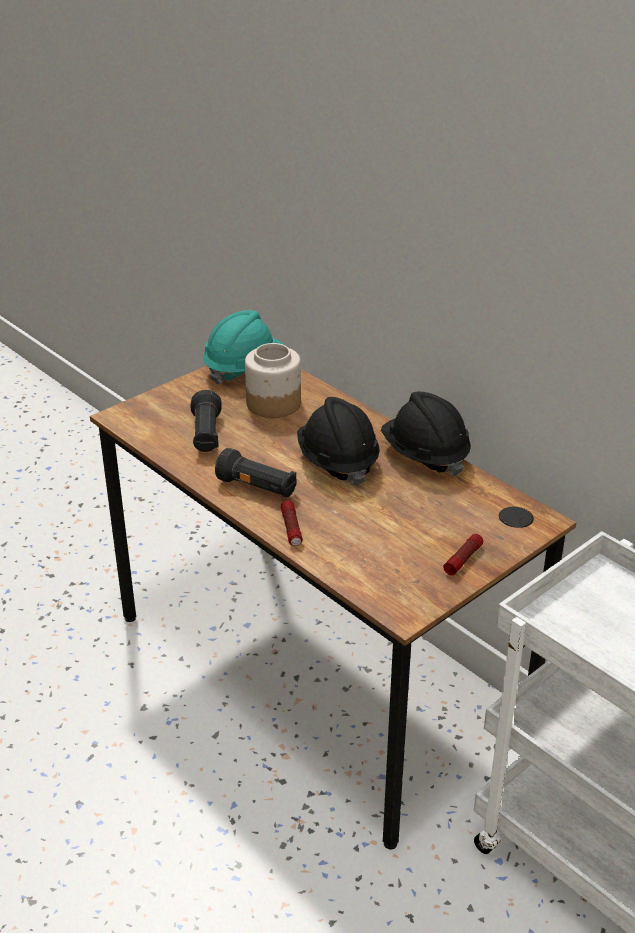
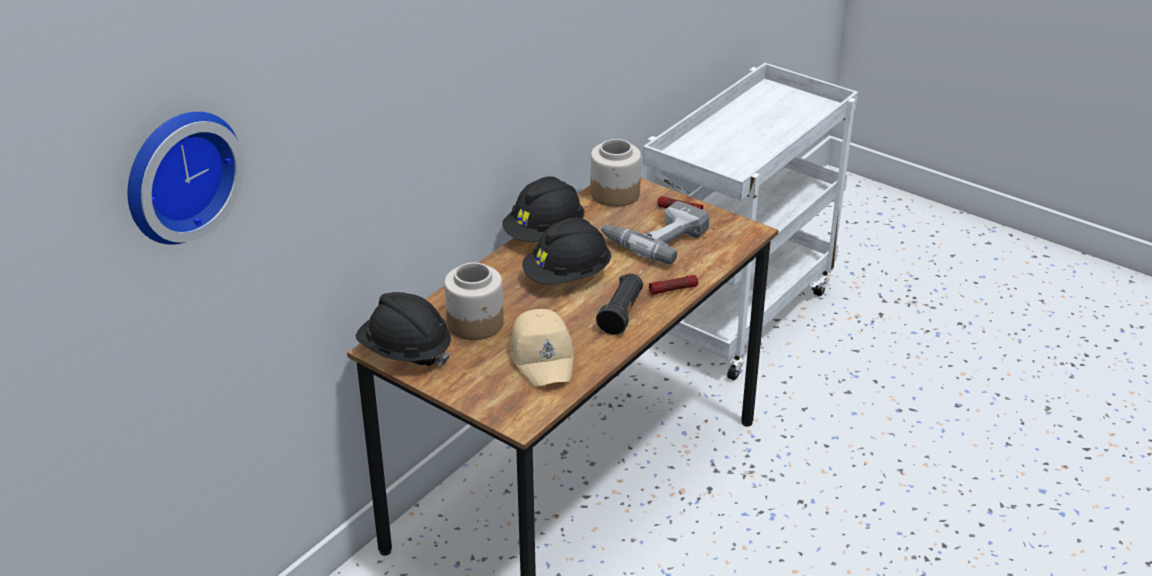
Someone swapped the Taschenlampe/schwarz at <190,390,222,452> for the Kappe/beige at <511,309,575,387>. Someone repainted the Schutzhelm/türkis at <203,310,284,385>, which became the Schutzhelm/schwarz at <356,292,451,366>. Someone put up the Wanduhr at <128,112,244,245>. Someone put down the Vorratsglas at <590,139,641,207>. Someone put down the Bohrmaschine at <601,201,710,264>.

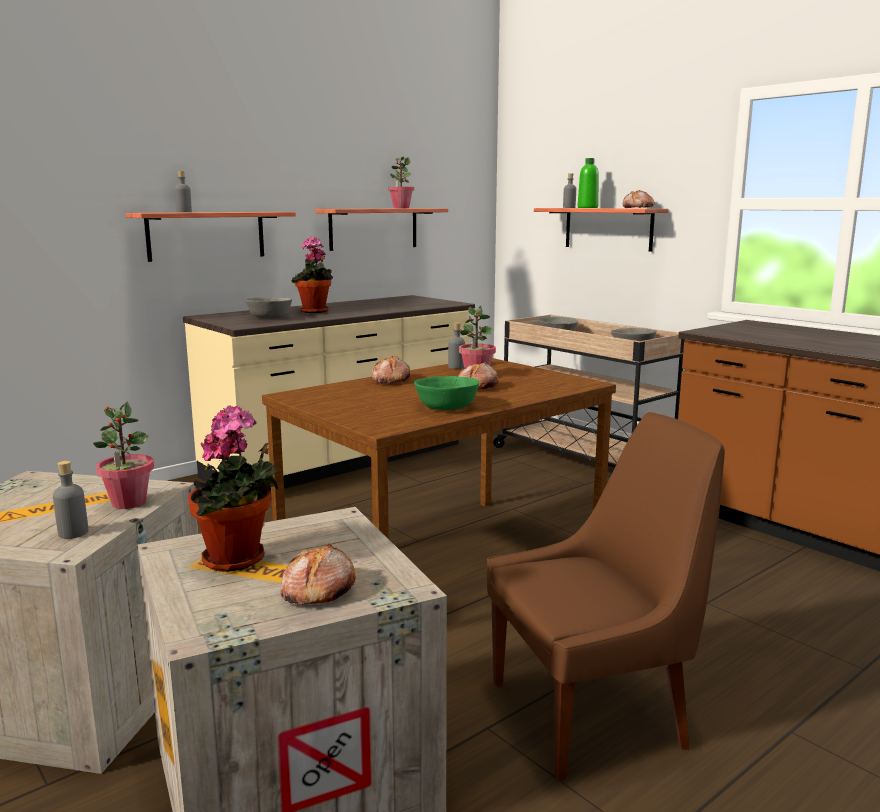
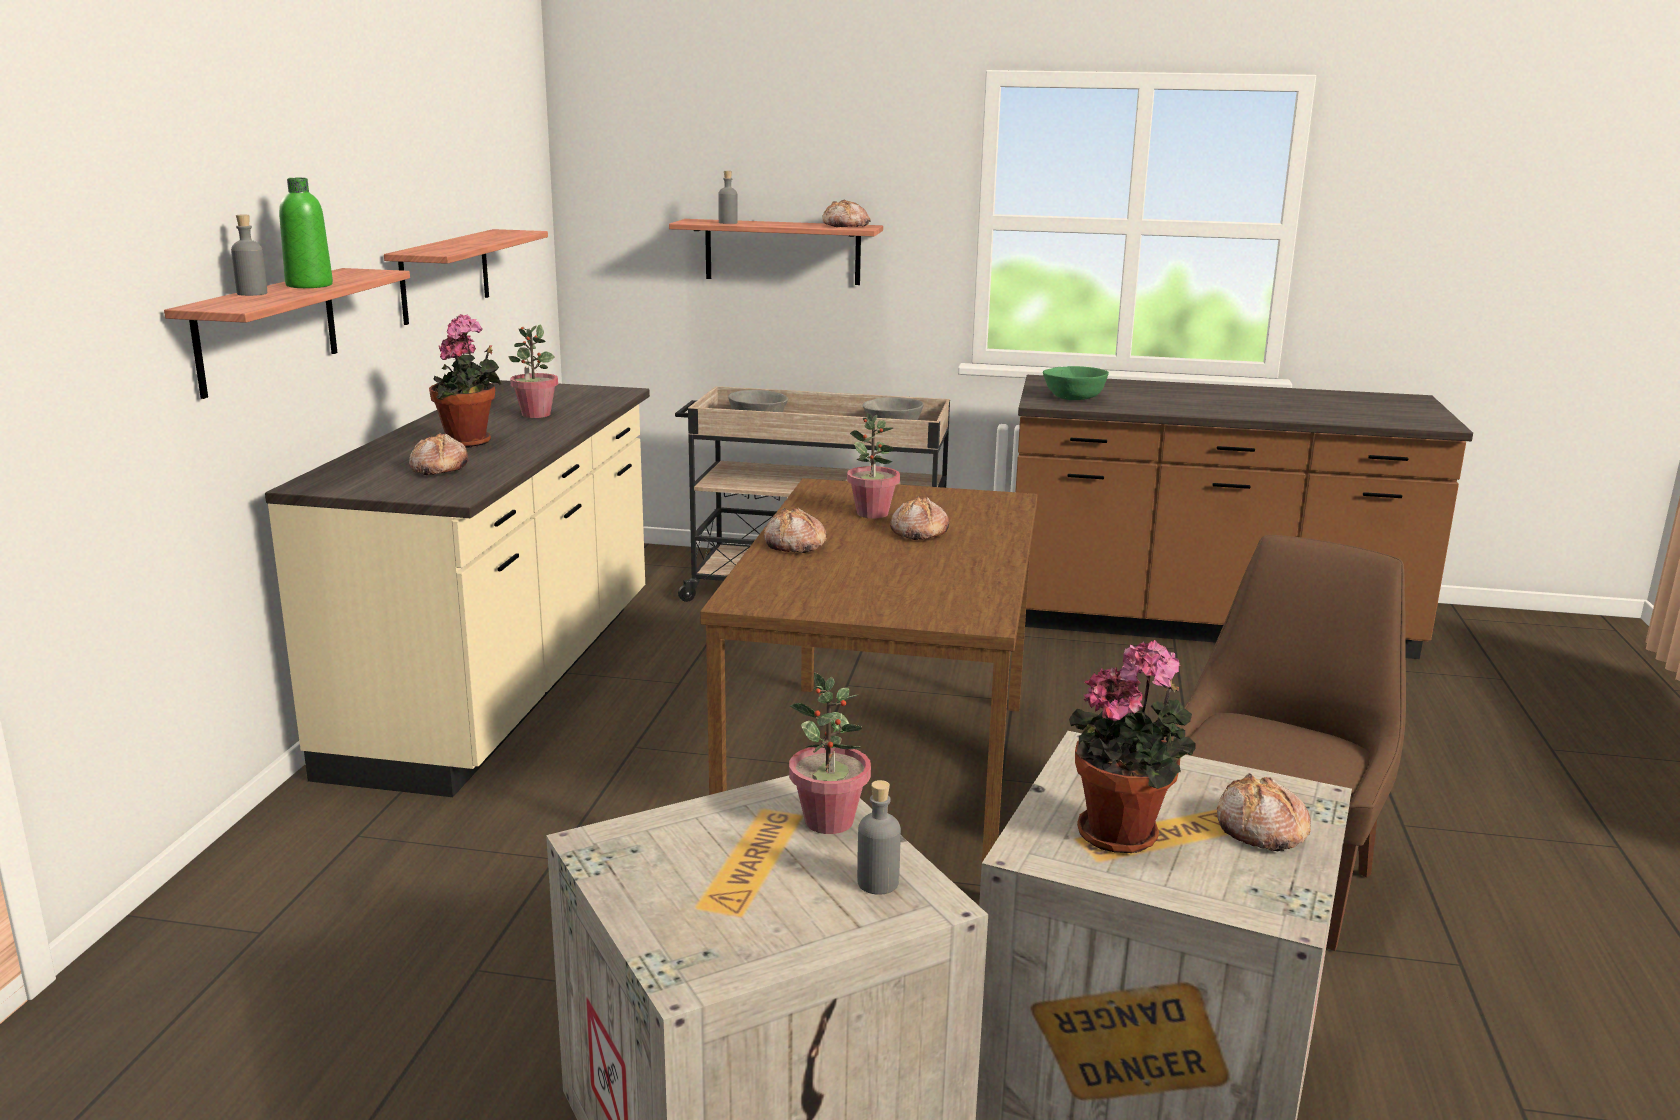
Someone swapped the Schüssel/grau at <245,297,292,319> for the Brot at <409,433,468,475>. Someone carried the Topfpflanze from <388,157,414,208> to <508,324,558,418>. Someone carried the Schüssel/grün from <414,376,479,410> to <1043,366,1109,400>. Someone took away the Flasche/grau at <448,323,465,369>. Someone carried the Flasche/grün from <578,158,599,208> to <279,178,333,288>.

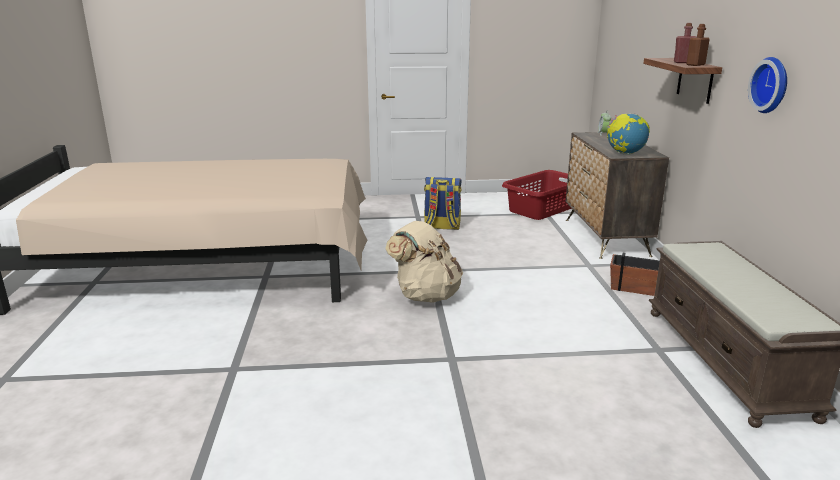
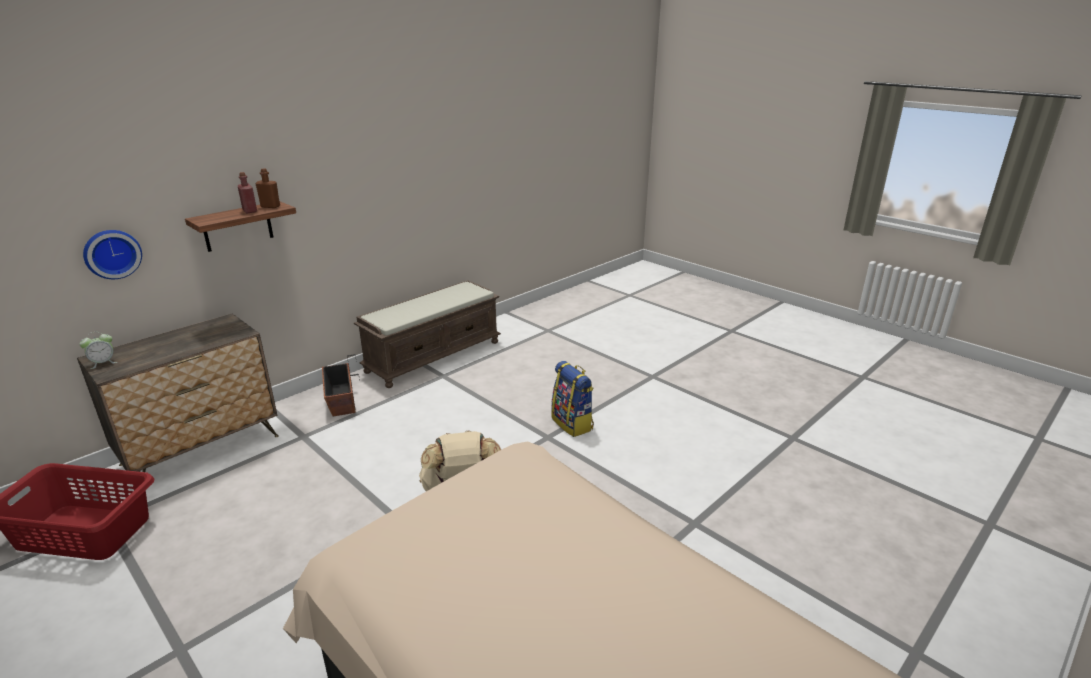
Someone carried the Rucksack from <424,177,462,230> to <551,361,594,437>. Someone took away the Globus at <607,114,650,155>. Someone carried the Wanduhr from <748,57,787,113> to <83,230,142,279>.

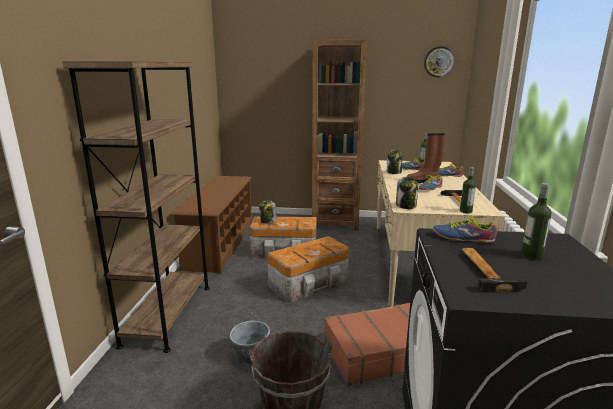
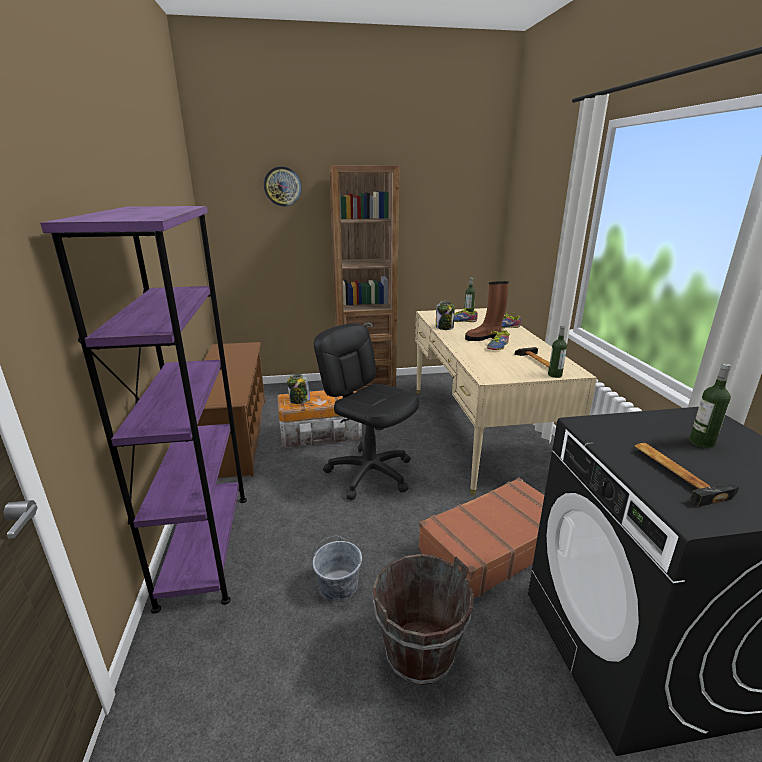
Someone repainted the Bücherregal/braun at <63,61,210,353>, which became the Bücherregal/lila at <41,206,247,614>. Someone swapped the Aufbewahrungsbox at <267,236,349,303> for the Bürostuhl/schwarz at <314,323,419,500>. Someone took away the Vorratsglas at <396,177,418,209>. Someone carried the Wanduhr from <424,46,455,78> to <264,166,302,206>. Someone took away the Schuh at <432,215,497,243>.

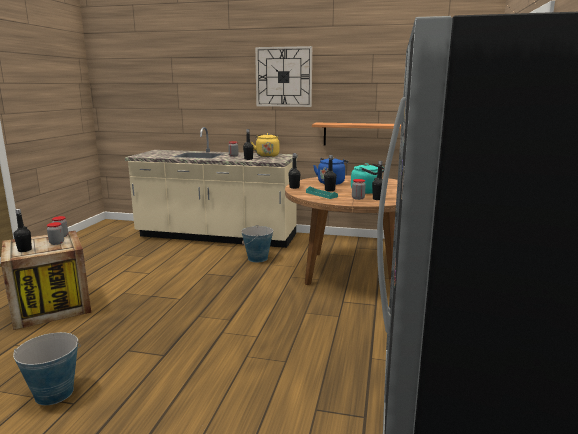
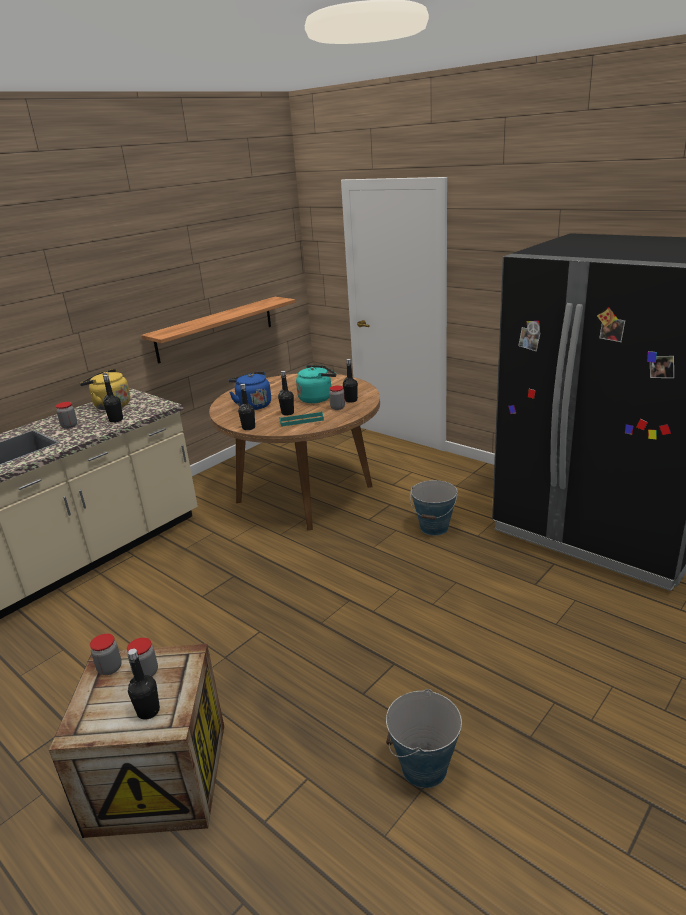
Someone carried the Eimer from <241,225,273,262> to <410,480,458,536>. Someone took away the Wanduhr at <255,46,312,107>.

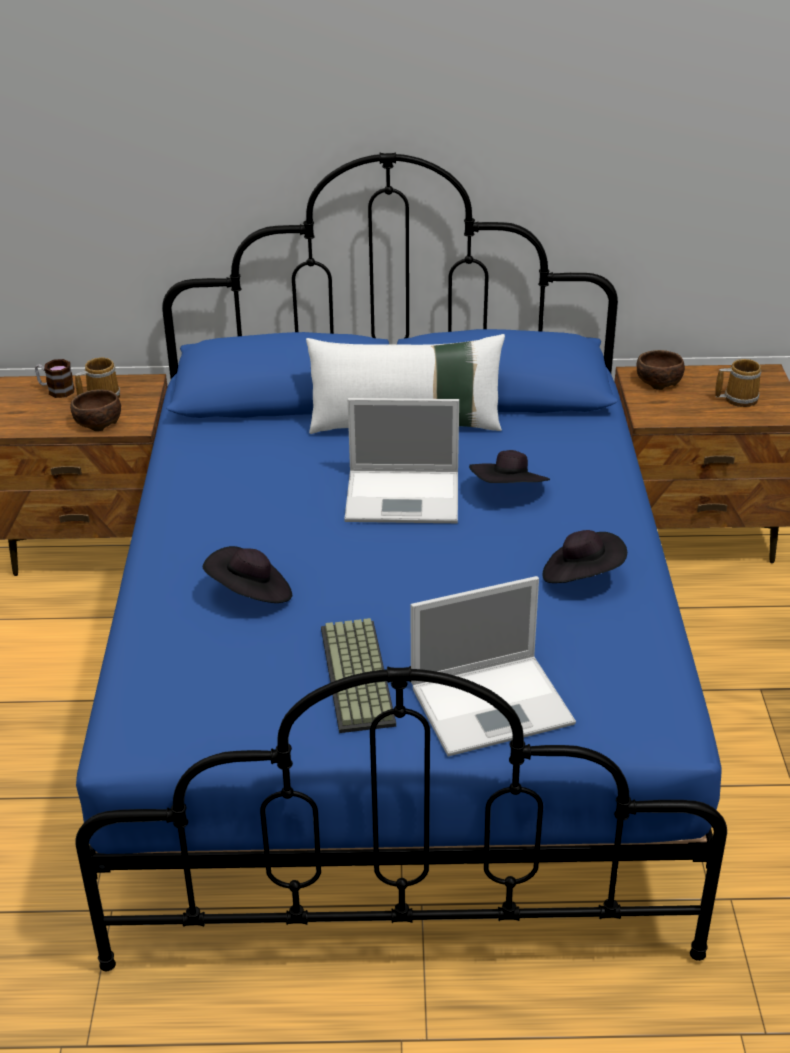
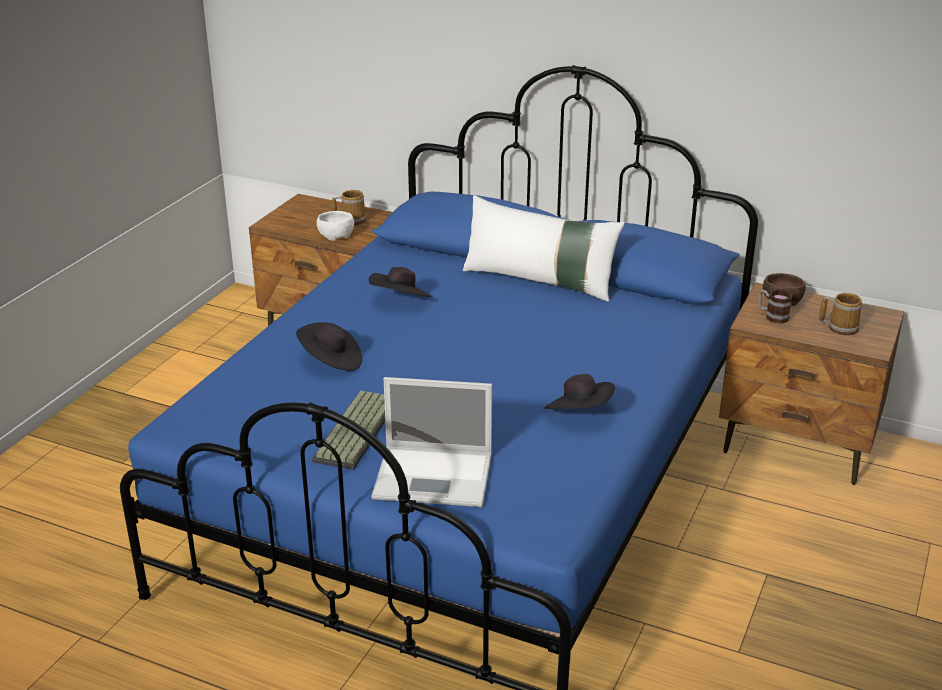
Someone carried the Henkelbecher from <35,359,75,398> to <759,289,793,324>. Someone repainted the Schüssel/braun at <70,390,121,431>, which became the Schüssel/weiß at <317,211,354,241>. Someone took away the Laptop at <344,398,459,523>. Someone carried the Hut/schwarz from <469,450,550,483> to <369,267,431,297>.

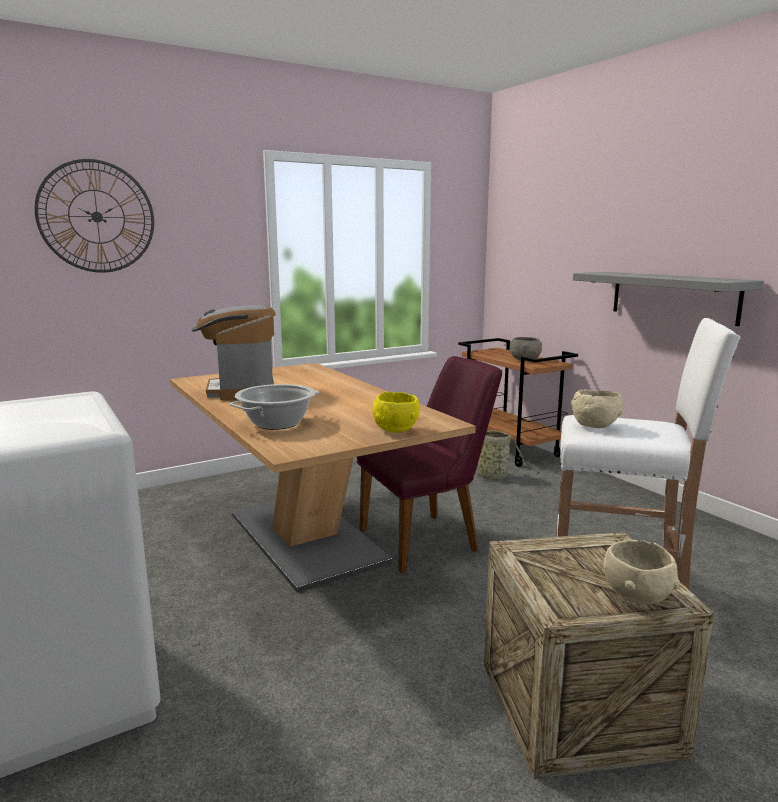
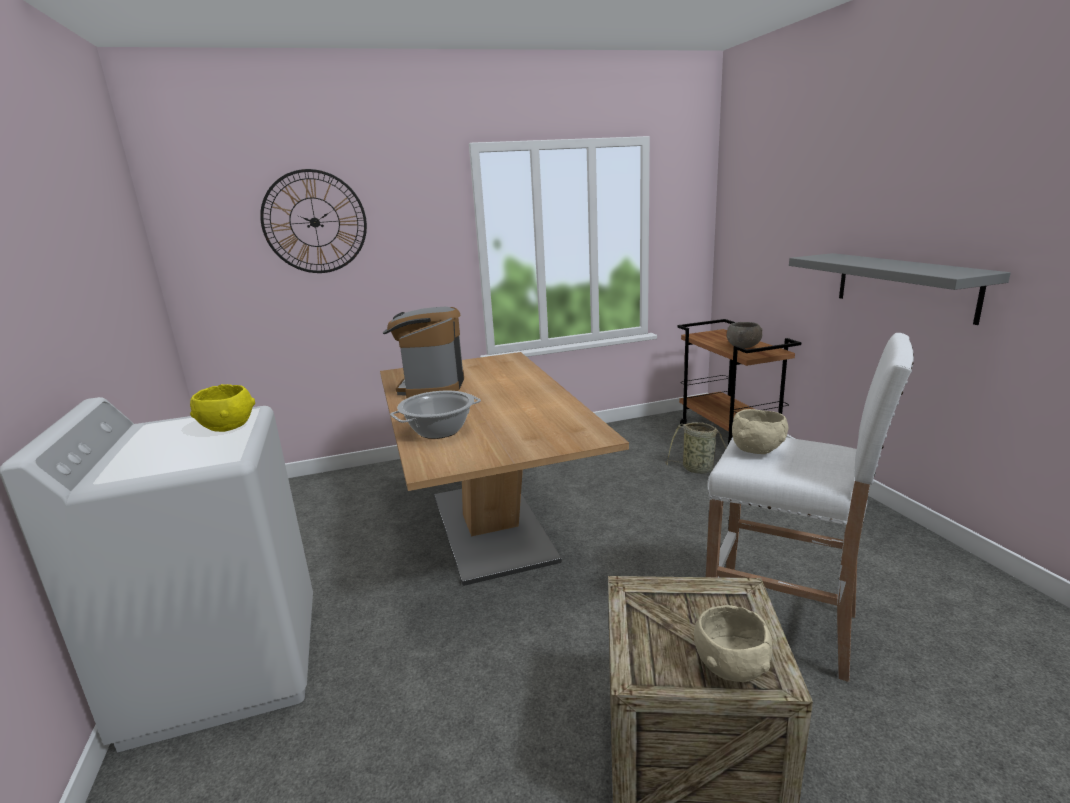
Someone took away the Stuhl/lila at <357,356,502,573>. Someone carried the Schüssel/gelb from <372,392,420,433> to <190,384,255,432>.

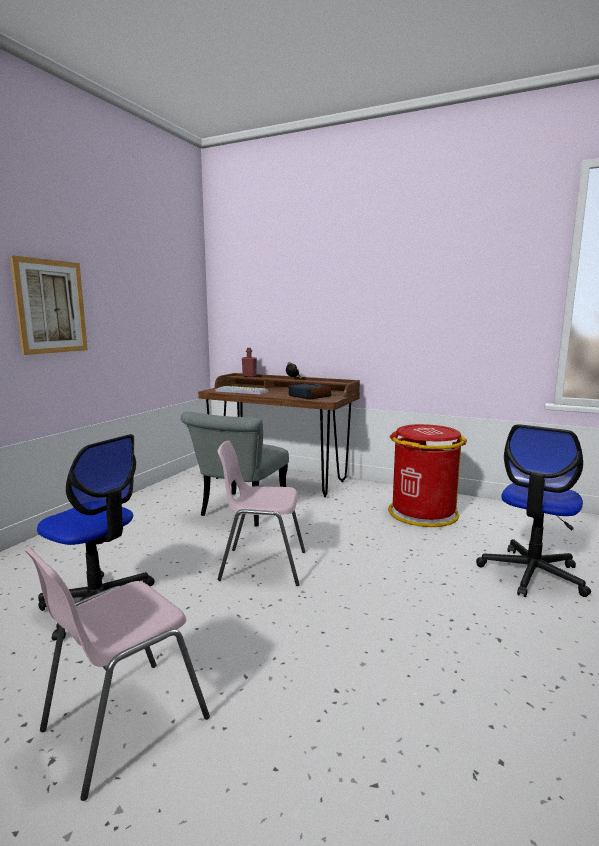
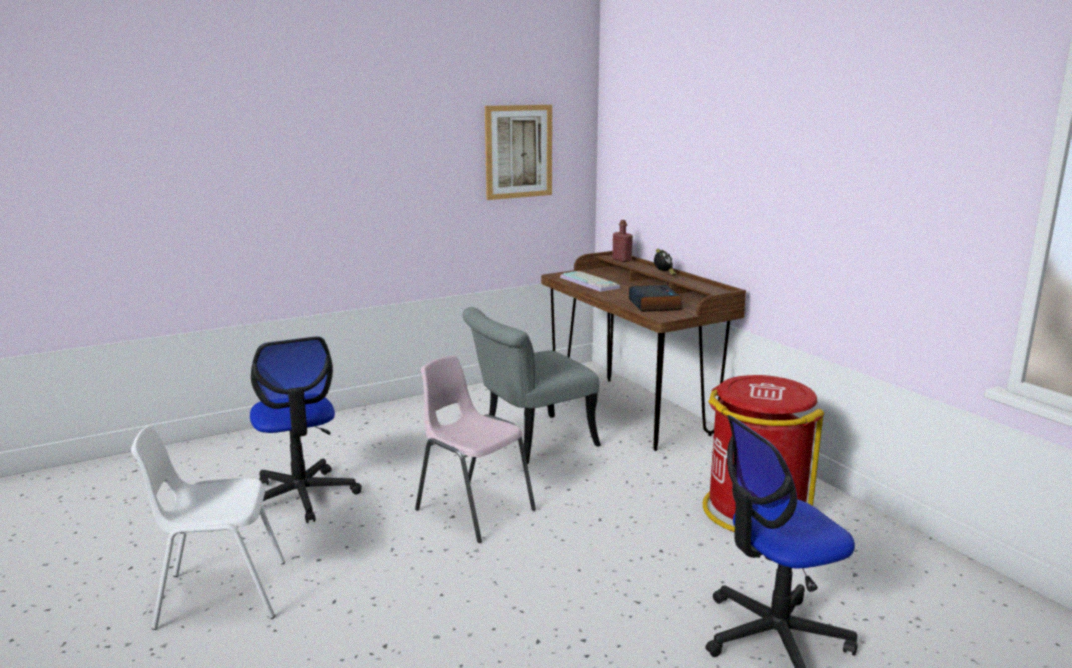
Someone carried the Bild from <10,255,88,355> to <485,105,552,200>. Someone repainted the Stuhl/rosa at <24,547,210,801>, which became the Stuhl/weiß at <131,426,285,630>.

